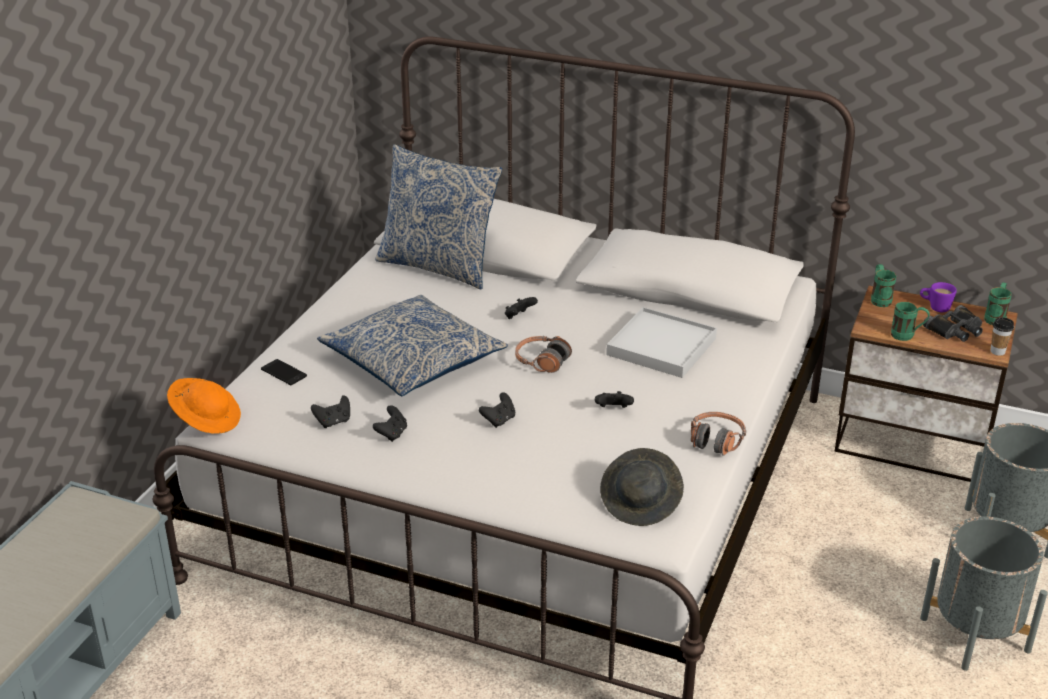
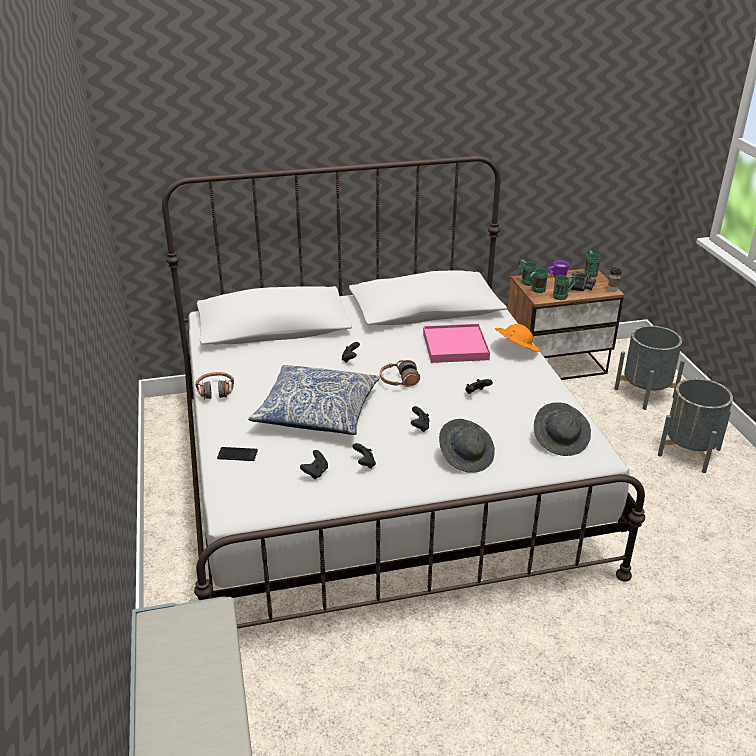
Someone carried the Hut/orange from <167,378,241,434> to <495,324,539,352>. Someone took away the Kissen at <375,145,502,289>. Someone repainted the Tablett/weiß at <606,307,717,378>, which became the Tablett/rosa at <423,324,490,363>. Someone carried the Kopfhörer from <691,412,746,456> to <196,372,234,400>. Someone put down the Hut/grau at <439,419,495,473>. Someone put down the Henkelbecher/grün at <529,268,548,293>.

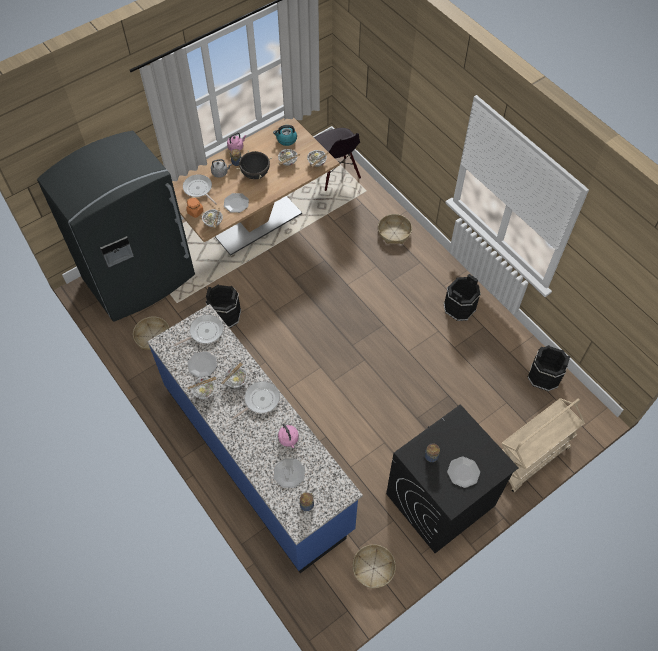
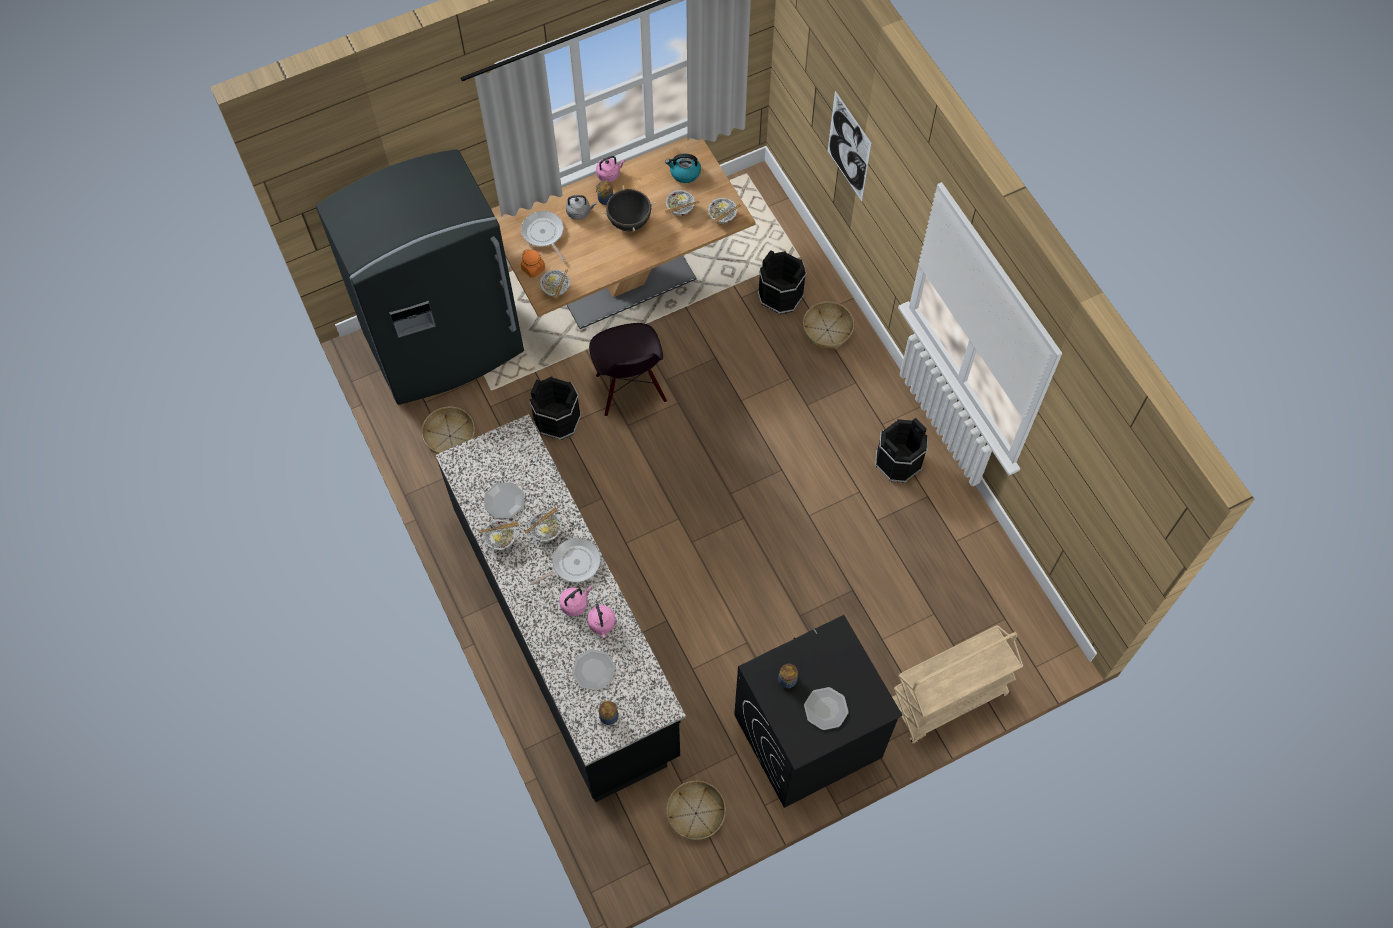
Someone repainted the Küchenzeile/blau at <147,304,363,573>, which became the Küchenzeile/schwarz at <435,414,686,802>. Someone took away the Pfanne at <174,315,223,346>. Someone took away the Teller at <224,193,249,213>. Someone carried the Stuhl/schwarz from <315,128,361,191> to <589,323,667,416>. Someone carried the Eimer/schwarz from <528,345,570,392> to <758,250,807,315>. Someone put down the Wasserkessel/rosa at <559,586,592,616>. Someone put up the Bild at <828,91,872,201>.

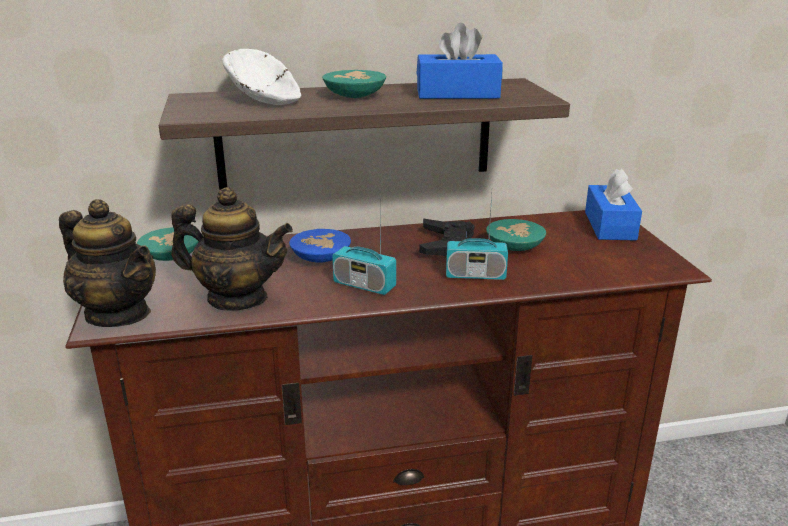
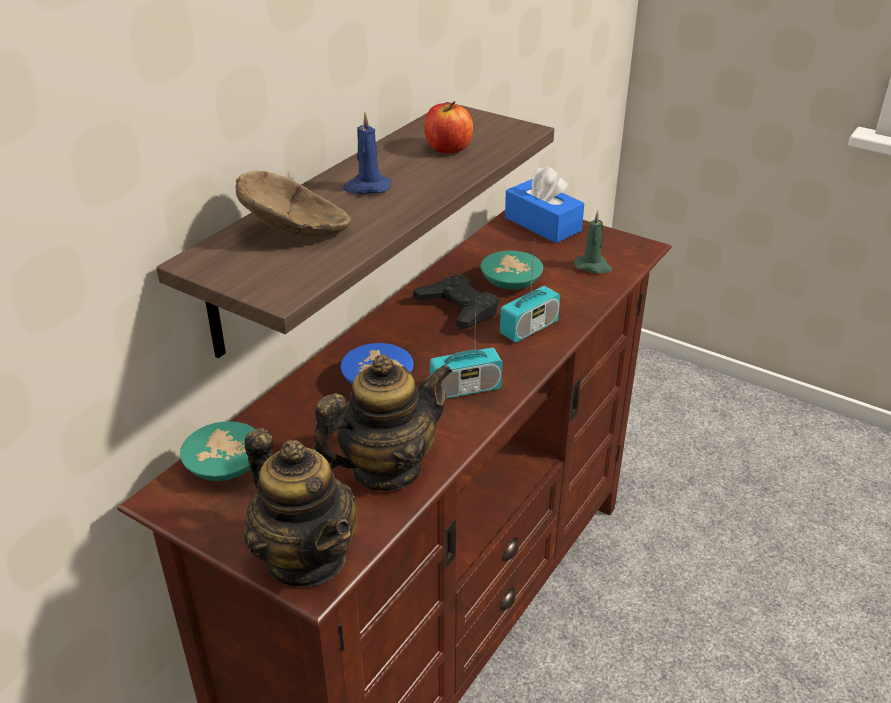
Someone rotated the Teekanne at <59,199,156,327> by 60 degrees clockwise. Someone repainted the Schüssel/weiß at <222,49,301,105>, which became the Schüssel/braun at <236,171,351,238>. Someone swapped the Schüssel/türkis at <322,70,386,98> for the Kerze/blau at <343,112,391,194>. Someone swapped the Taschentuchbox/blau at <417,23,503,99> for the Apfel at <424,101,473,153>. Someone put down the Kerze/grün at <574,211,612,274>.

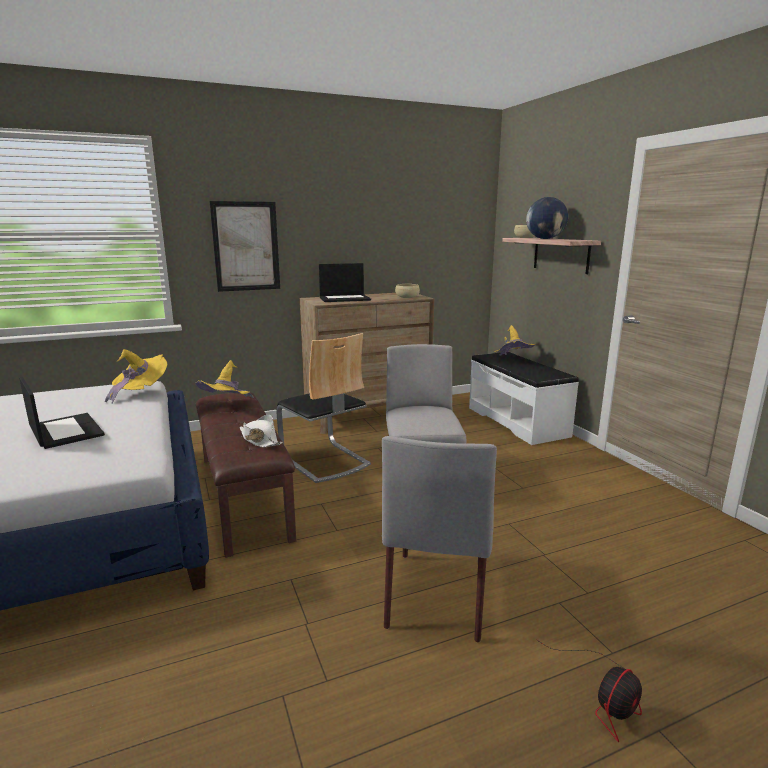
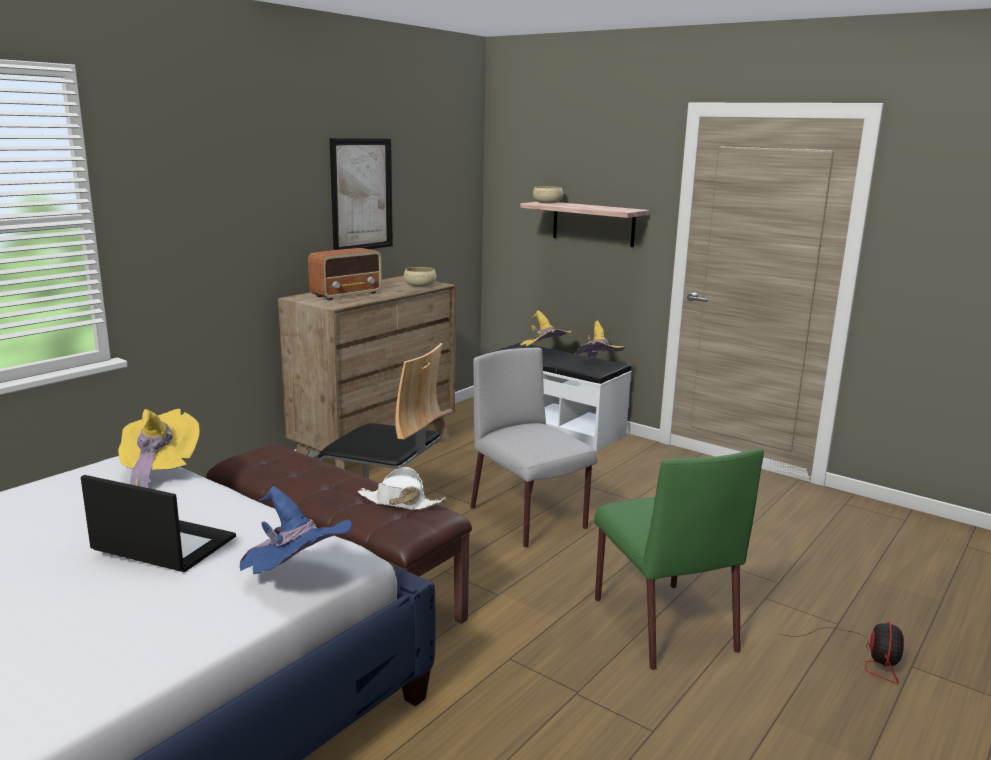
Someone carried the Hut/gelb from <195,360,254,398> to <574,321,625,358>. Someone carried the Bild from <209,201,280,292> to <330,138,393,250>. Someone swapped the Laptop at <319,263,371,302> for the Radio at <308,248,382,300>. Someone repainted the Stuhl/grau at <382,436,497,642>, which became the Stuhl/grün at <594,449,764,670>. Someone took away the Globus at <526,197,568,239>. Someone put down the Hut/blau at <240,486,352,574>.

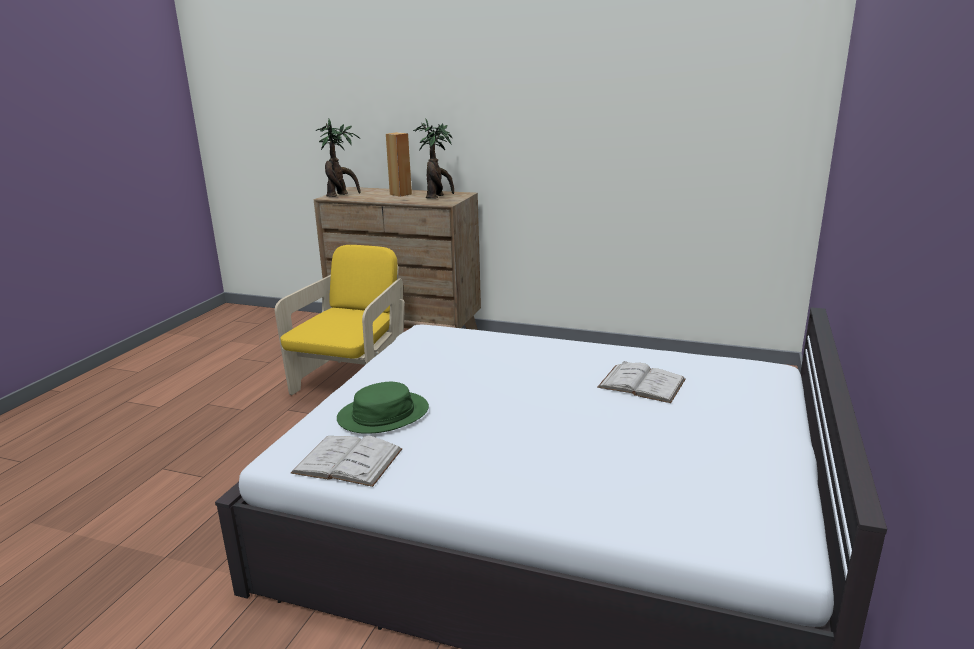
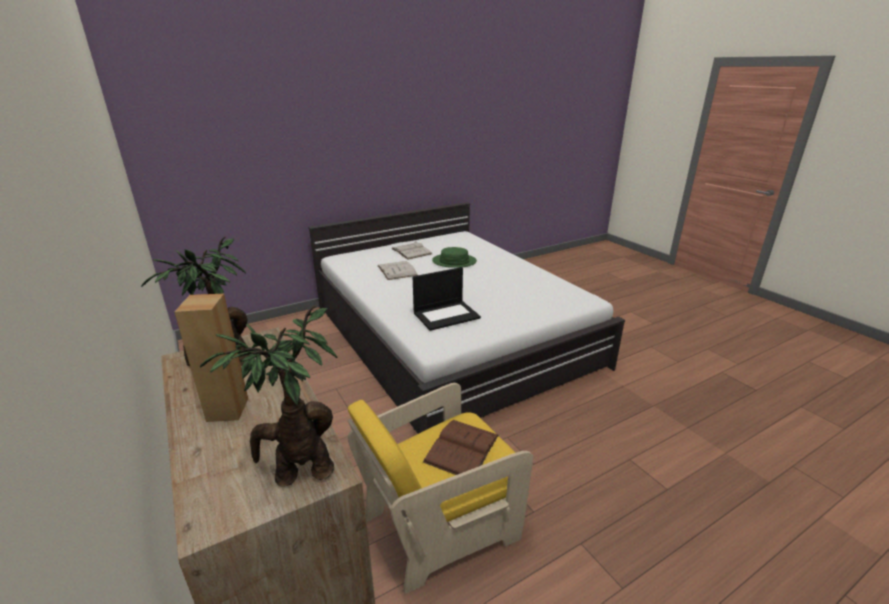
Someone carried the Buch/weiß from <291,436,402,487> to <391,241,432,260>. Someone carried the Hut/grün from <337,382,429,434> to <432,247,477,268>. Someone put down the Laptop at <413,267,481,331>. Someone put down the Buch/braun at <423,420,499,475>.

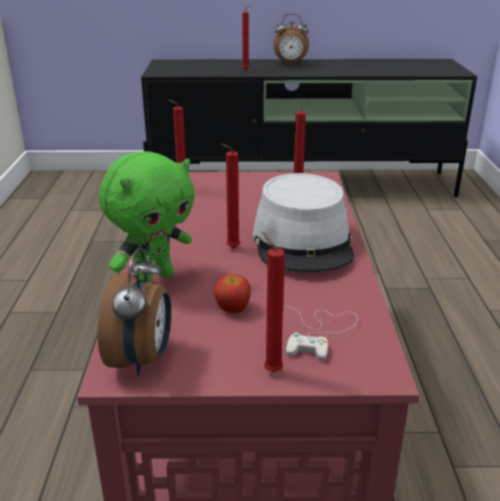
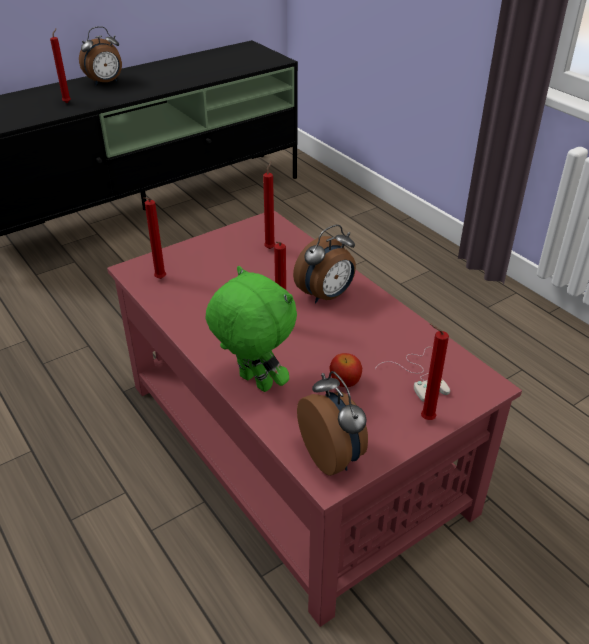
Someone rotated the Plüschtier/grün at <99,151,195,282> by 60 degrees counterclockwise. Someone swapped the Hut/grau at <252,173,355,272> for the Wecker at <293,224,356,304>.

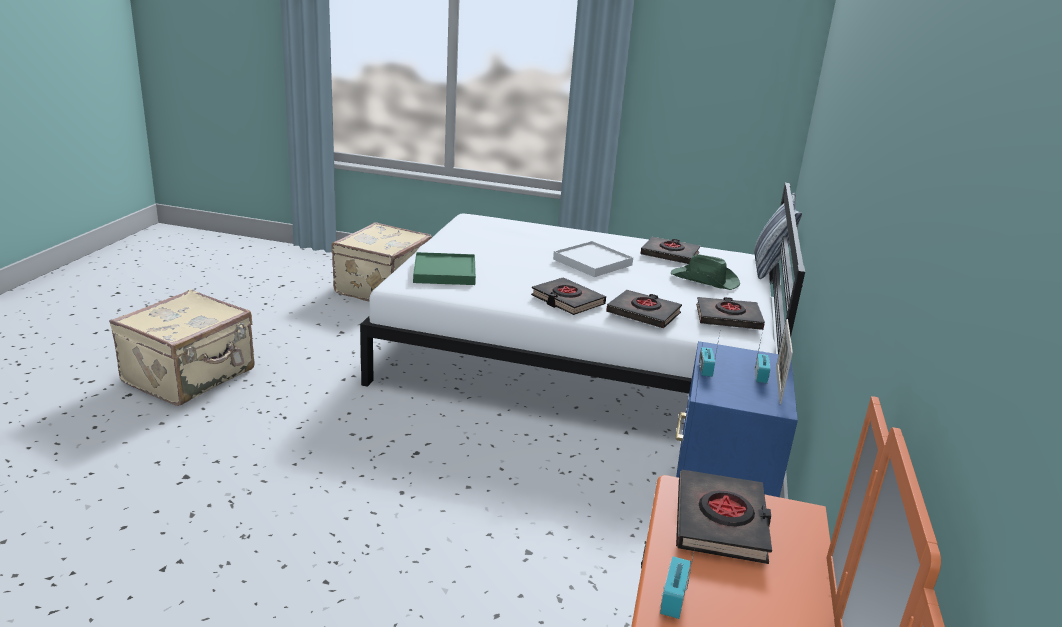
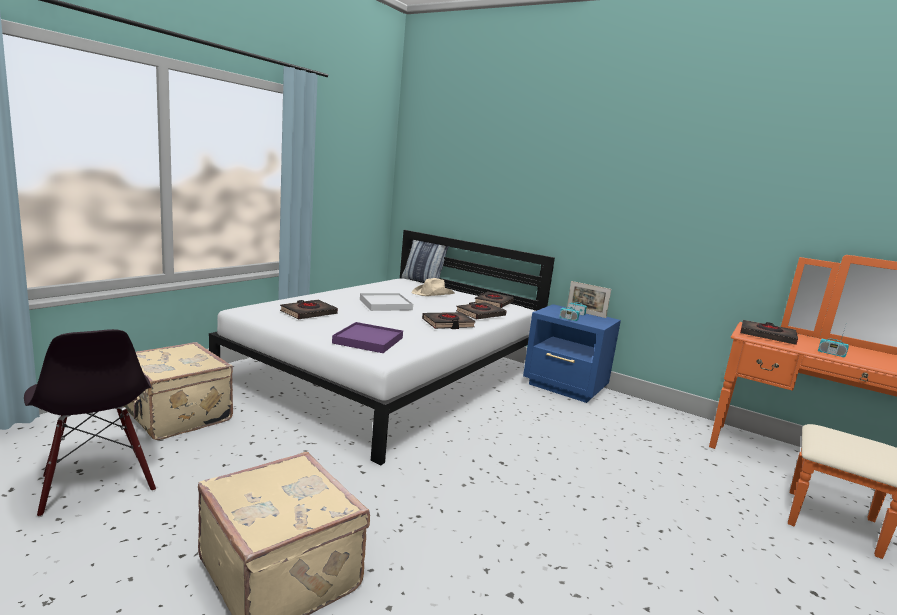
Someone repainted the Tablett/grün at <413,252,476,285>, which became the Tablett/lila at <332,322,403,353>. Someone carried the Buch/schwarz from <640,237,700,264> to <280,300,338,319>. Someone repainted the Hut/grün at <671,254,740,290>, which became the Hut/beige at <412,278,455,296>. Someone put down the Stuhl/schwarz at <24,329,156,517>.

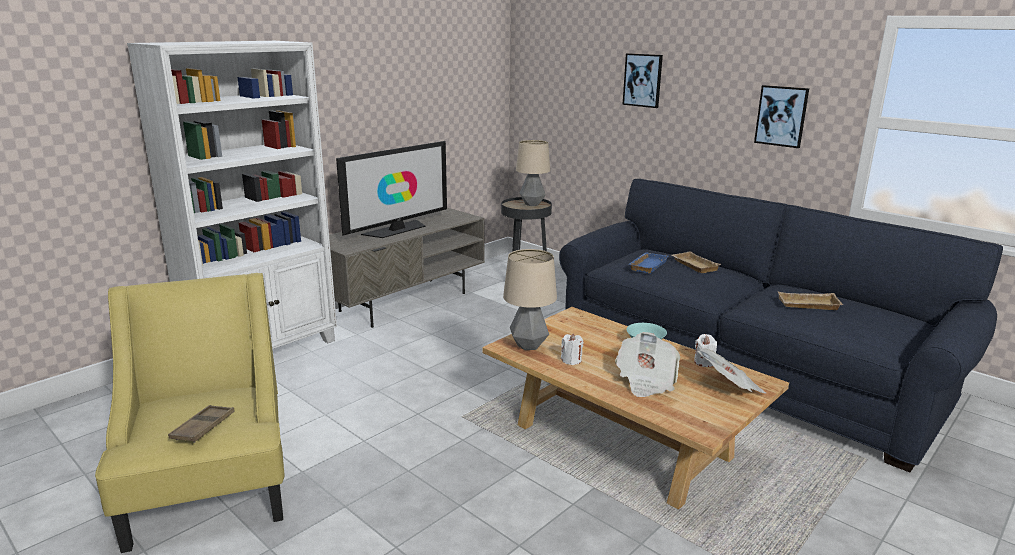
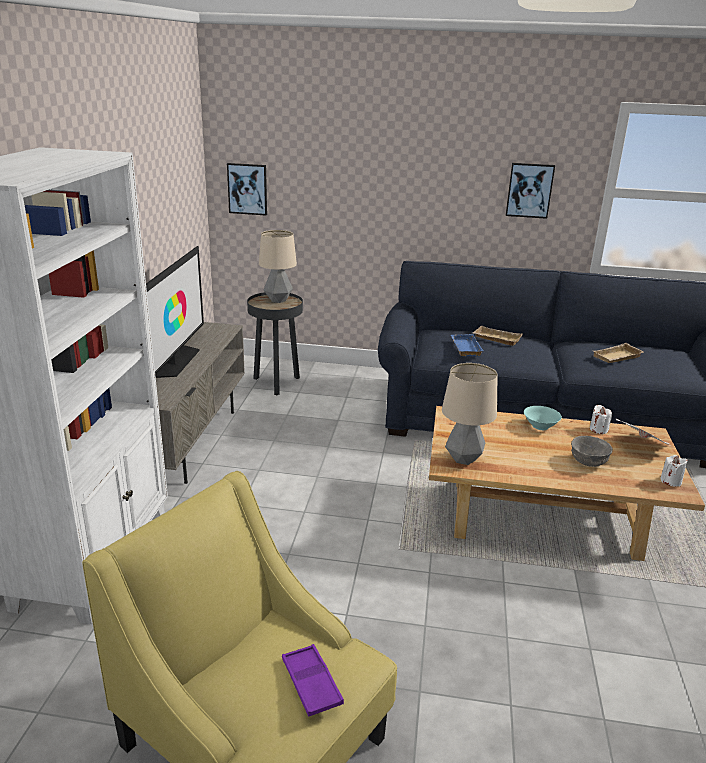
Someone repainted the Tablett/braun at <168,405,235,443>, which became the Tablett/lila at <282,644,344,717>. Someone carried the Kerze/weiß from <561,334,584,365> to <660,455,688,487>. Someone swapped the Zeitung at <615,332,680,397> for the Schüssel/grau at <571,436,613,467>. Someone carried the Bild from <622,53,663,108> to <227,163,267,216>.

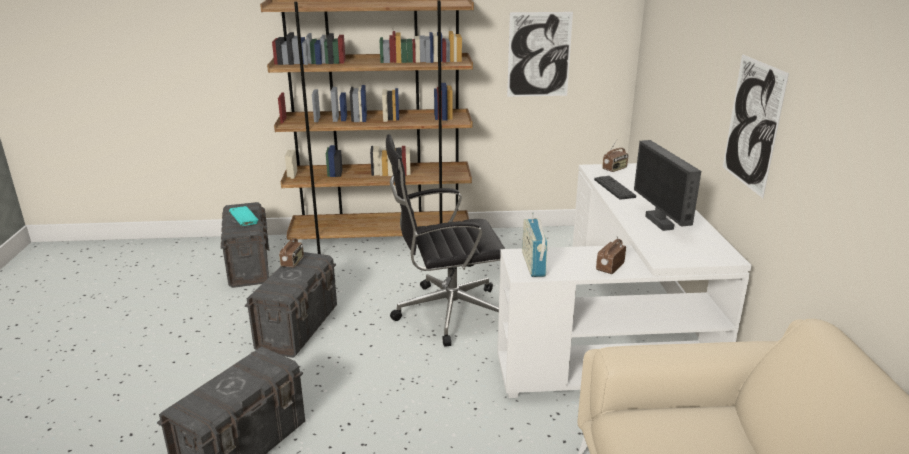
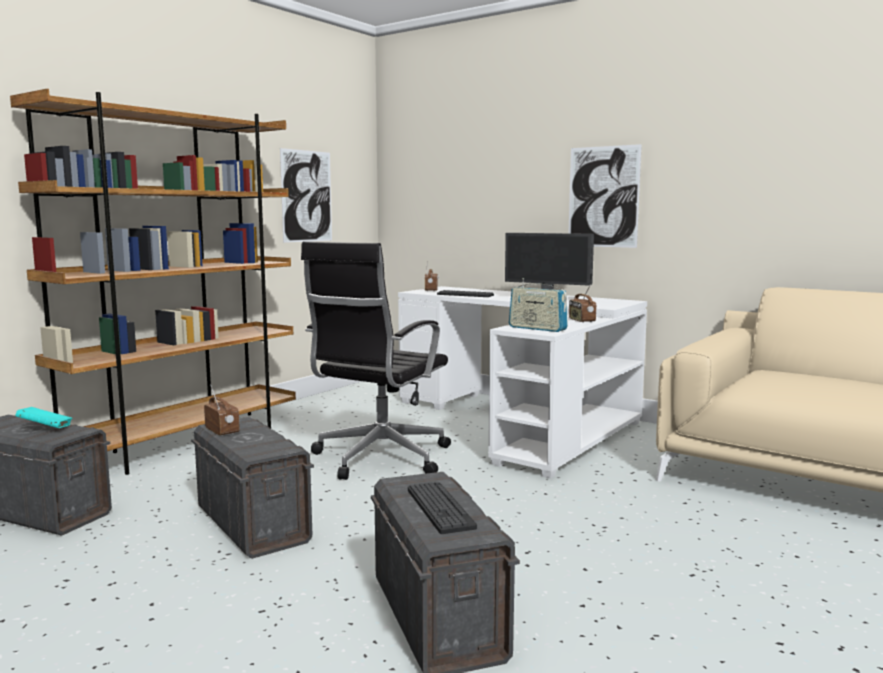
Someone put down the Tastatur at <408,482,477,534>.

